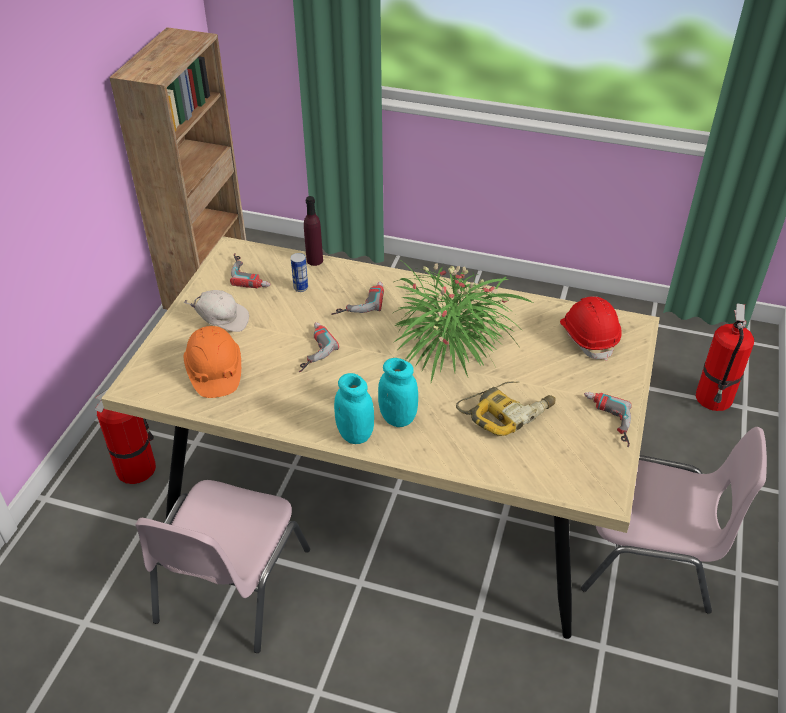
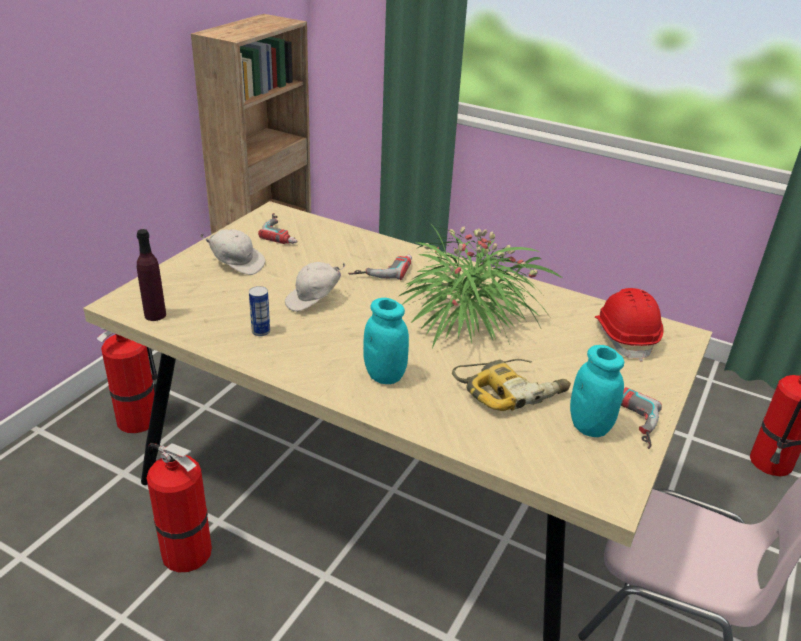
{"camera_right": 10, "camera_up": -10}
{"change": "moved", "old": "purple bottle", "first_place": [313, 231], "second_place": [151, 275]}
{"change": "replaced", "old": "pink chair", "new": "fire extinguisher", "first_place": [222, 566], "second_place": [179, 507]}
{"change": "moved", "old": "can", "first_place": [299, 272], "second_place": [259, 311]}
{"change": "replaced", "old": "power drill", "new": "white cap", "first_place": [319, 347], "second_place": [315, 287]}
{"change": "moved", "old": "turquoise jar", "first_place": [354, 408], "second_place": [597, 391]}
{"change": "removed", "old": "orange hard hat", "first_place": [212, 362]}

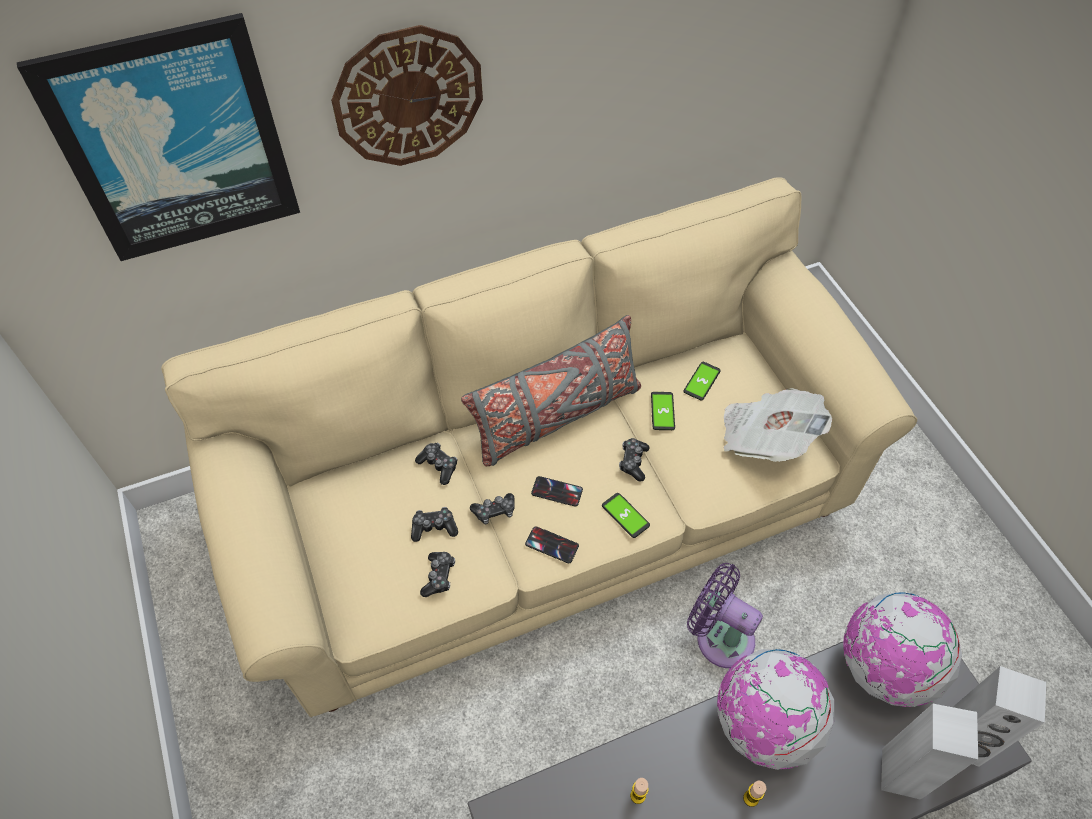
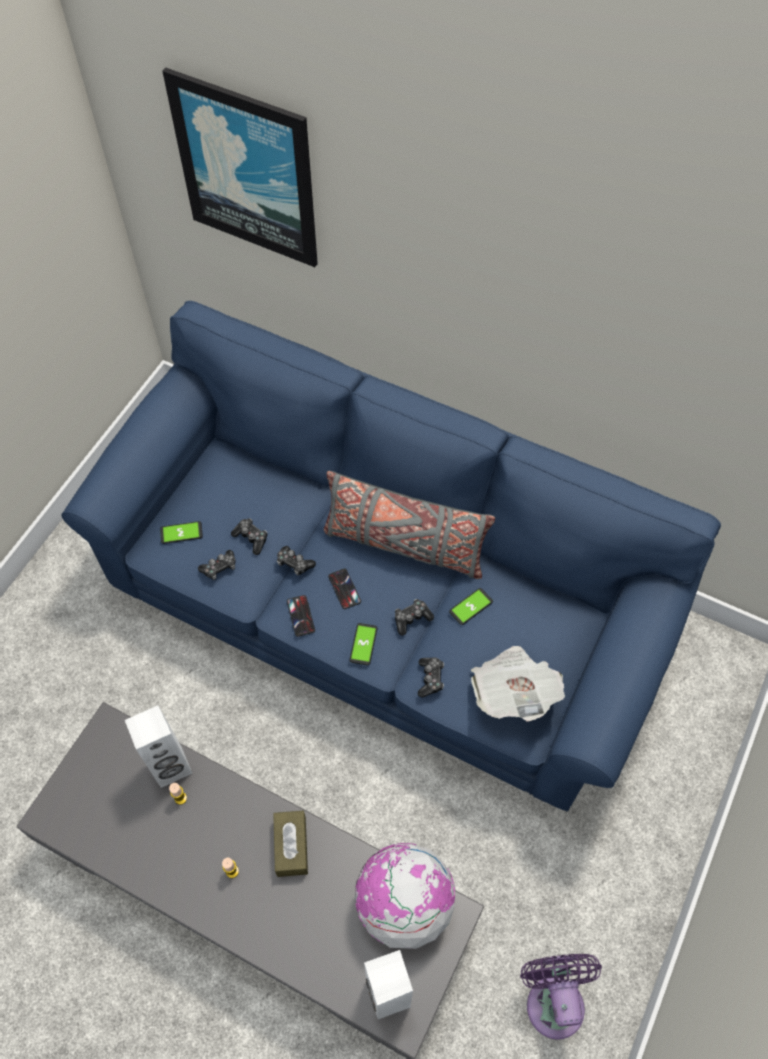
{"camera_right": 50, "camera_up": 5}
{"change": "recoloured", "old": "beige sofa", "new": "blue sofa", "first_place": [539, 447], "second_place": [391, 556]}
{"change": "moved", "old": "white speaker", "first_place": [929, 752], "second_place": [158, 746]}
{"change": "moved", "old": "phone", "first_place": [702, 381], "second_place": [181, 532]}
{"change": "replaced", "old": "globe", "new": "brown tissue box", "first_place": [775, 709], "second_place": [290, 844]}
{"change": "moved", "old": "game controller", "first_place": [436, 464], "second_place": [431, 677]}
{"change": "moved", "old": "purple fan", "first_place": [725, 615], "second_place": [561, 997]}
{"change": "removed", "old": "wall clock", "first_place": [407, 95]}

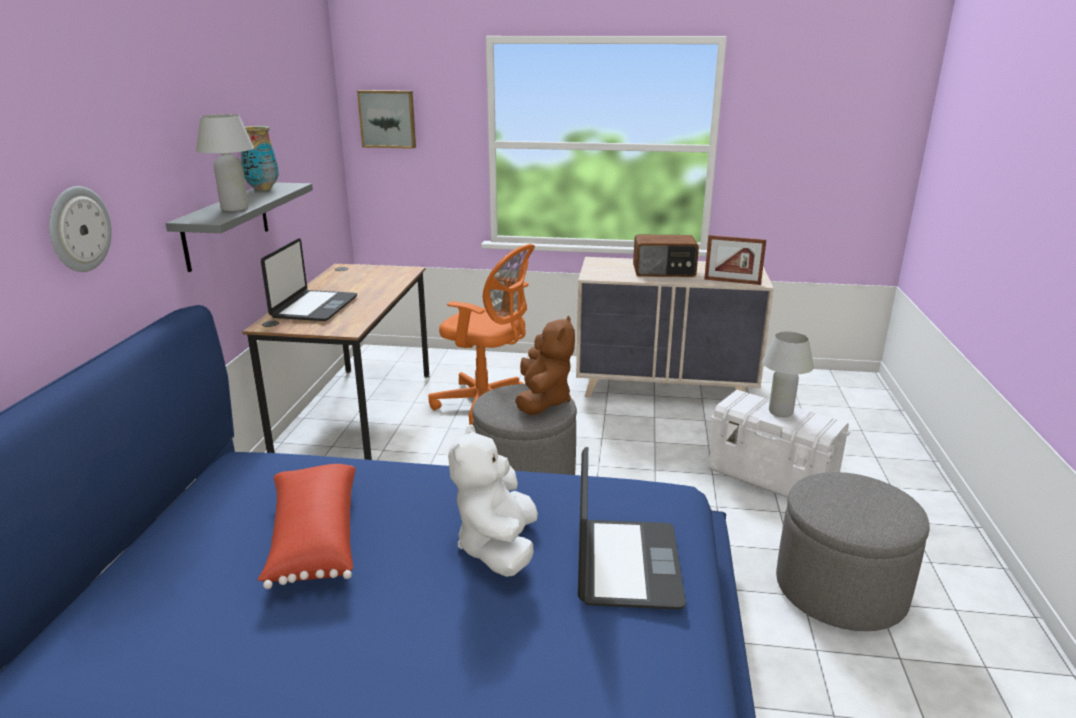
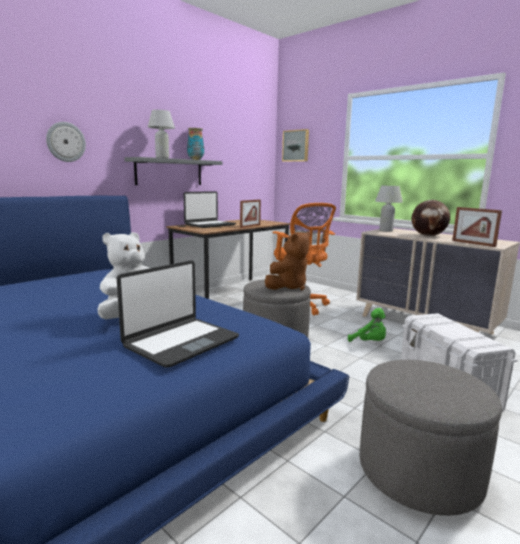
{"camera_right": 35, "camera_up": -10}
{"change": "added", "new": "picture frame", "second_place": [250, 213]}
{"change": "added", "new": "green plush toy", "second_place": [367, 325]}
{"change": "moved", "old": "white table lamp", "first_place": [788, 374], "second_place": [389, 209]}
{"change": "replaced", "old": "radio", "new": "globe", "first_place": [666, 256], "second_place": [431, 218]}
{"change": "removed", "old": "red pillow", "first_place": [307, 526]}

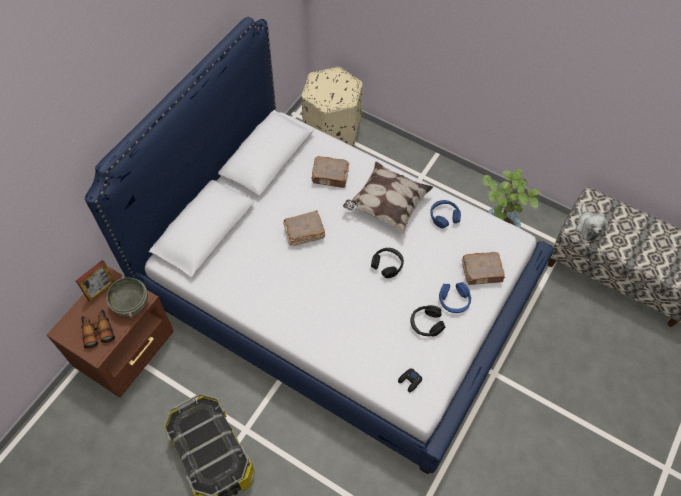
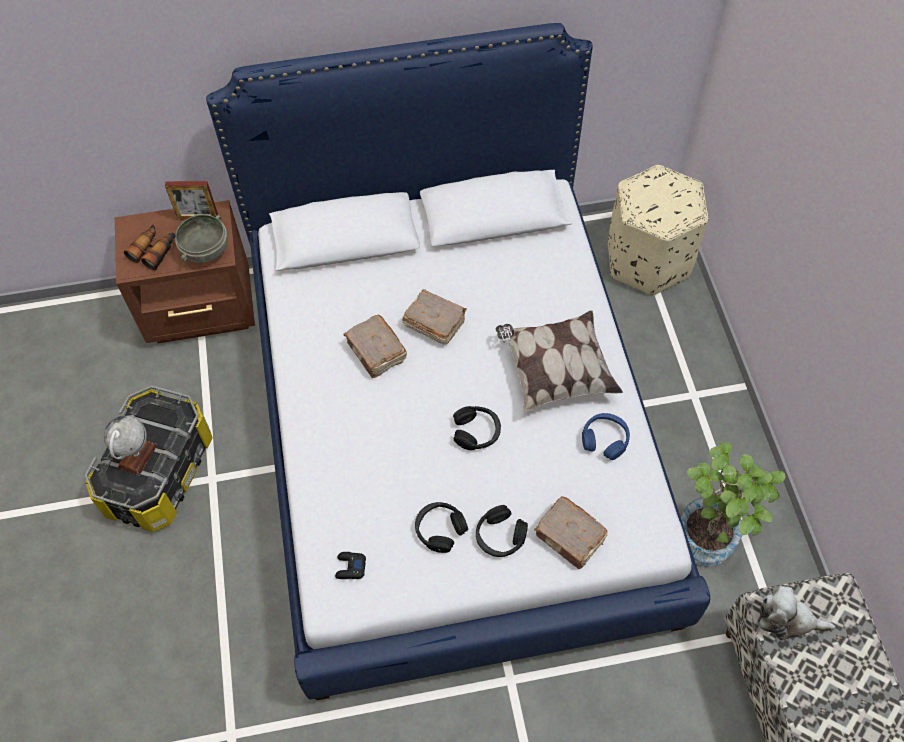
{"camera_right": 50, "camera_up": 0}
{"change": "added", "new": "globe", "second_place": [131, 446]}
{"change": "moved", "old": "brown book", "first_place": [330, 172], "second_place": [375, 346]}
{"change": "recoloured", "old": "blue headphones", "new": "black headphones", "first_place": [455, 297], "second_place": [502, 531]}
{"change": "turned", "old": "plush toy", "first_place": [592, 222], "second_place": [797, 613], "degrees": 60}

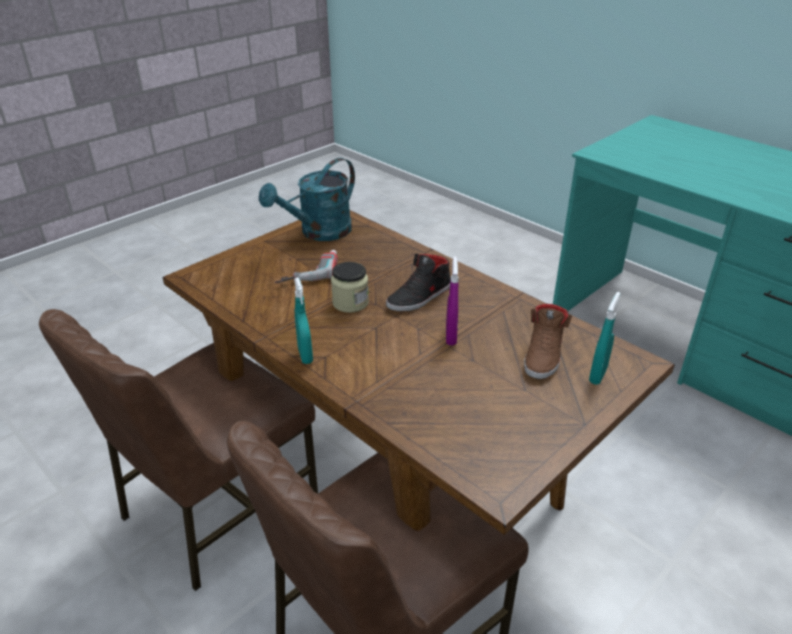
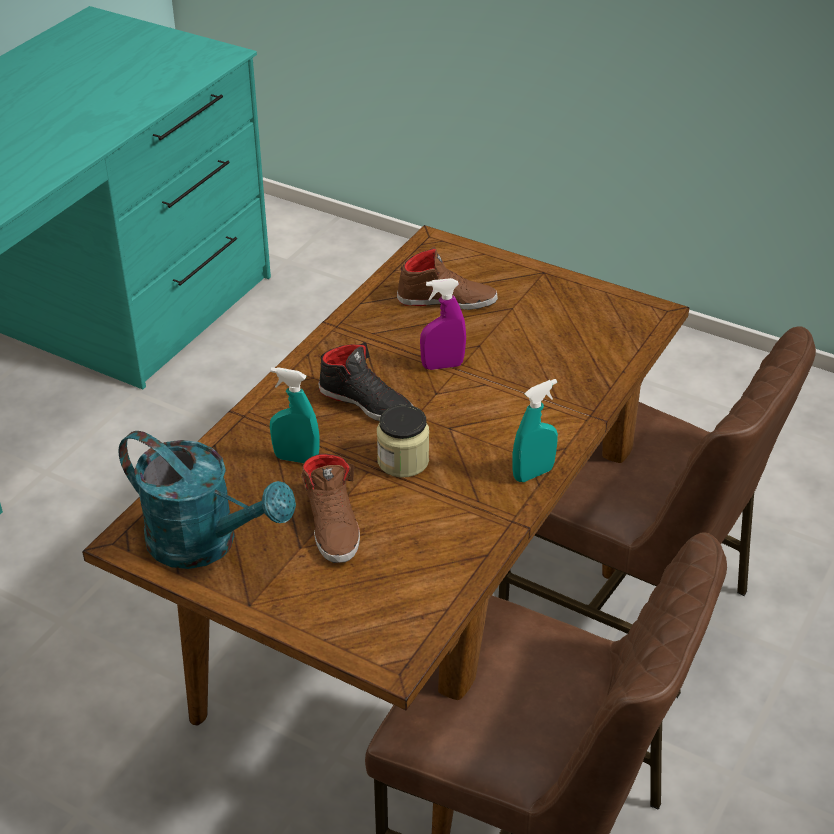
{"camera_right": -105, "camera_up": 5}
{"change": "moved", "old": "turquoise spray bottle", "first_place": [604, 338], "second_place": [295, 415]}
{"change": "replaced", "old": "power drill", "new": "brown shoe", "first_place": [306, 266], "second_place": [330, 508]}

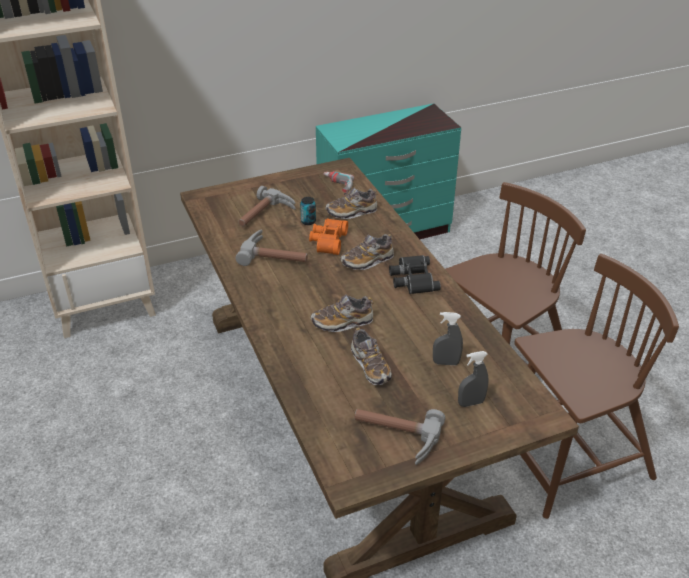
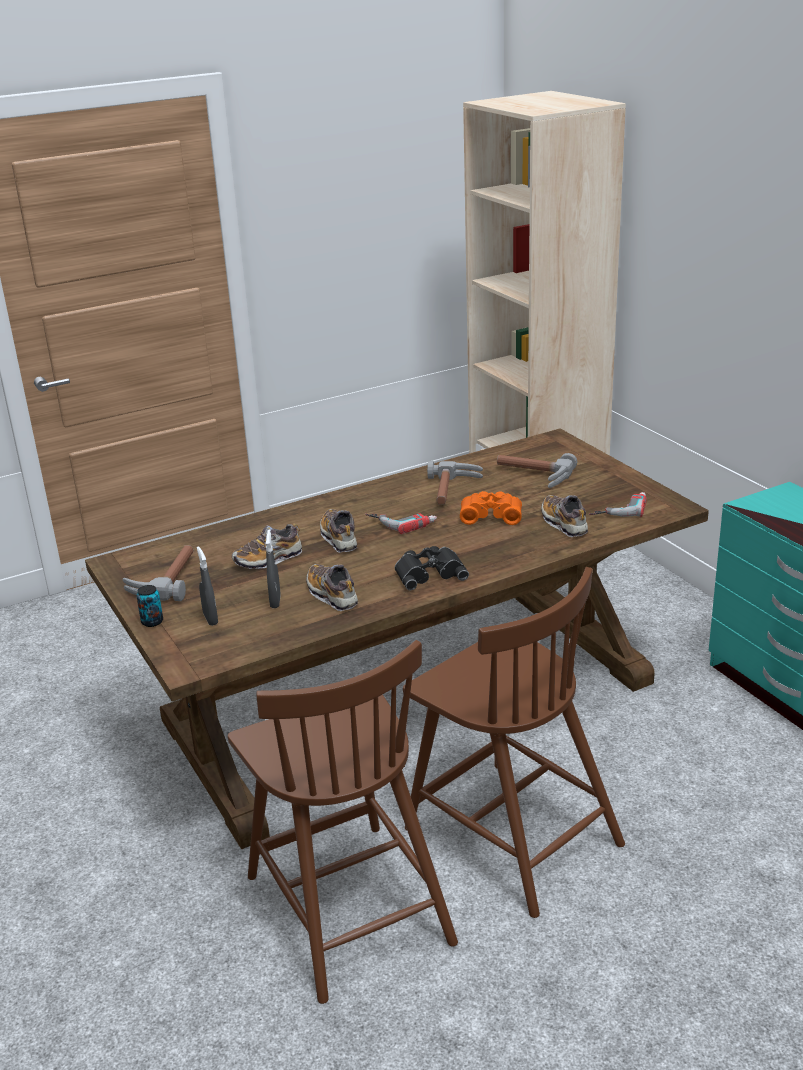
{"camera_right": 85, "camera_up": -10}
{"change": "moved", "old": "can", "first_place": [308, 211], "second_place": [149, 606]}
{"change": "moved", "old": "shoe", "first_place": [367, 252], "second_place": [332, 587]}
{"change": "added", "new": "power drill", "second_place": [401, 523]}

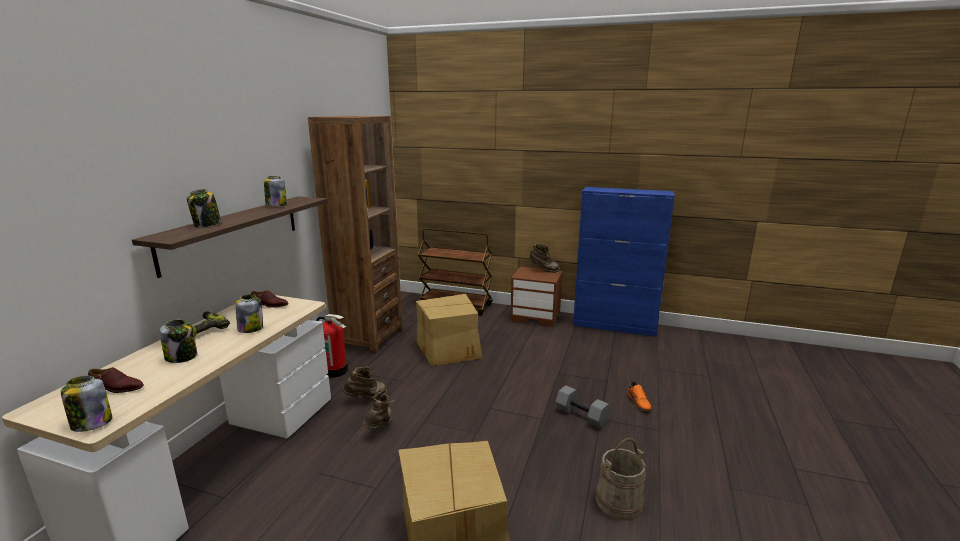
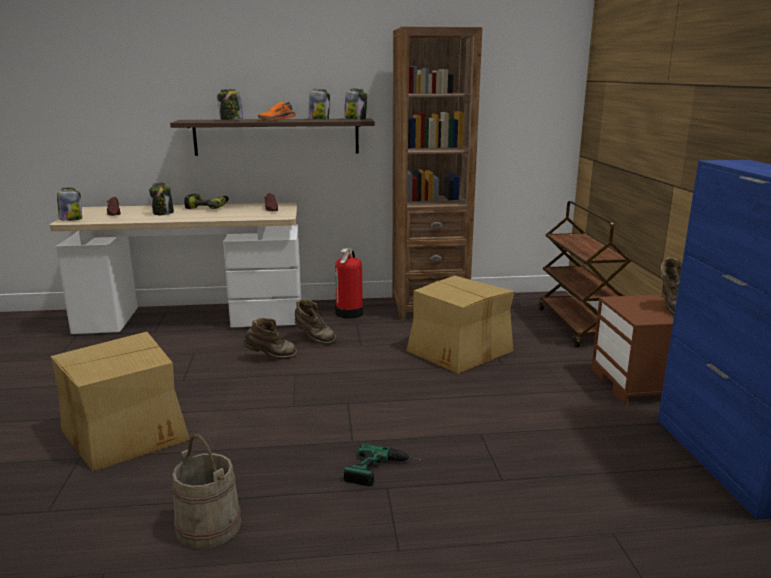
{"camera_right": 65, "camera_up": 0}
{"change": "moved", "old": "orange shoe", "first_place": [639, 396], "second_place": [277, 110]}
{"change": "moved", "old": "jar", "first_place": [249, 313], "second_place": [355, 104]}
{"change": "replaced", "old": "grey dumbbell", "new": "power drill", "first_place": [582, 407], "second_place": [382, 465]}

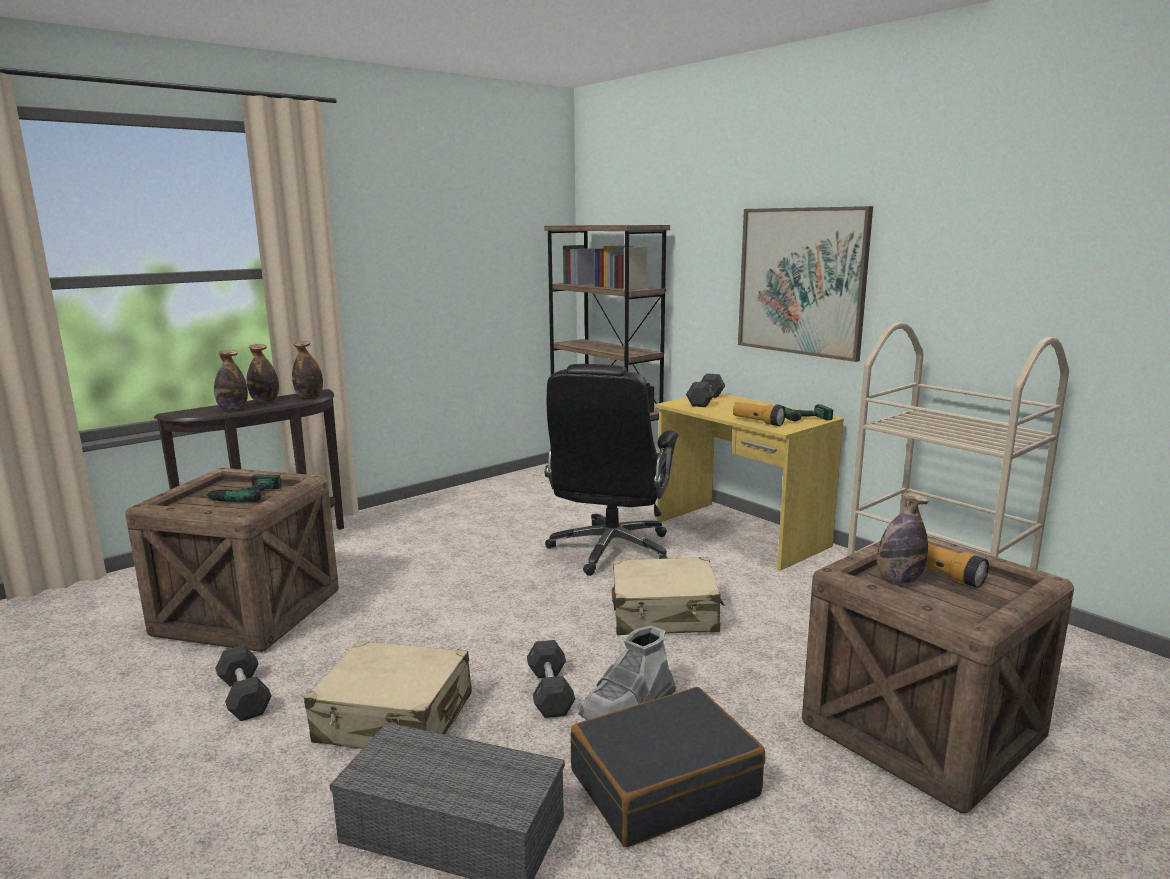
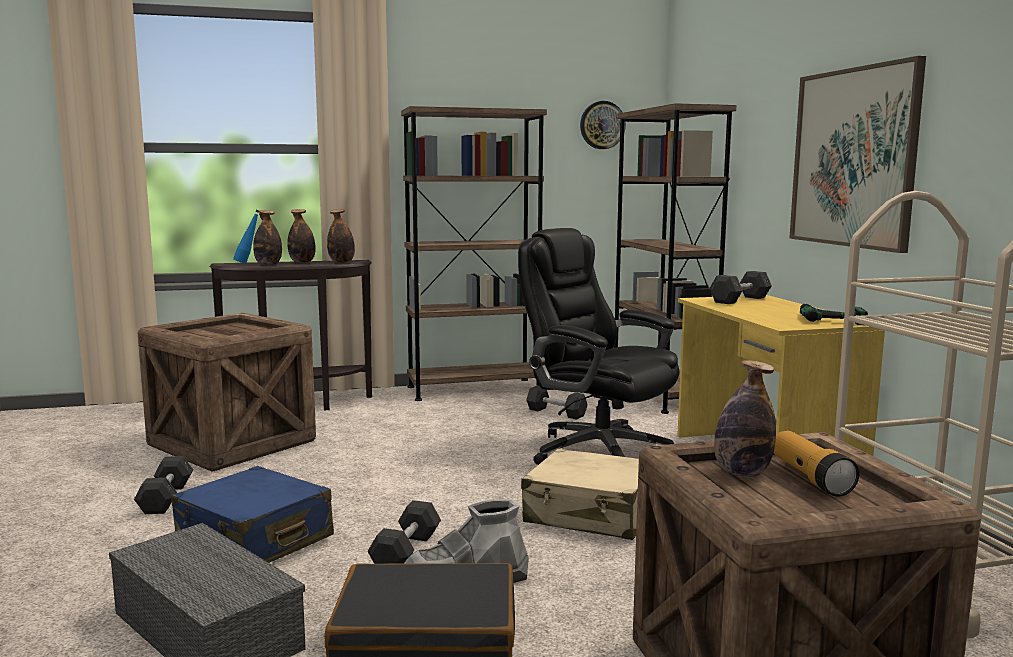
{"camera_right": 25, "camera_up": -5}
{"change": "recoloured", "old": "beige suitcase", "new": "blue suitcase", "first_place": [388, 695], "second_place": [252, 514]}
{"change": "added", "new": "blue bottle", "second_place": [246, 237]}
{"change": "added", "new": "brown bookcase", "second_place": [474, 253]}
{"change": "turned", "old": "black office chair", "first_place": [611, 470], "second_place": [598, 346], "degrees": 90}
{"change": "added", "new": "grey dumbbell", "second_place": [557, 402]}
{"change": "added", "new": "wall clock", "second_place": [603, 125]}
{"change": "removed", "old": "power drill", "first_place": [238, 488]}
{"change": "removed", "old": "flashlight", "first_place": [759, 414]}

